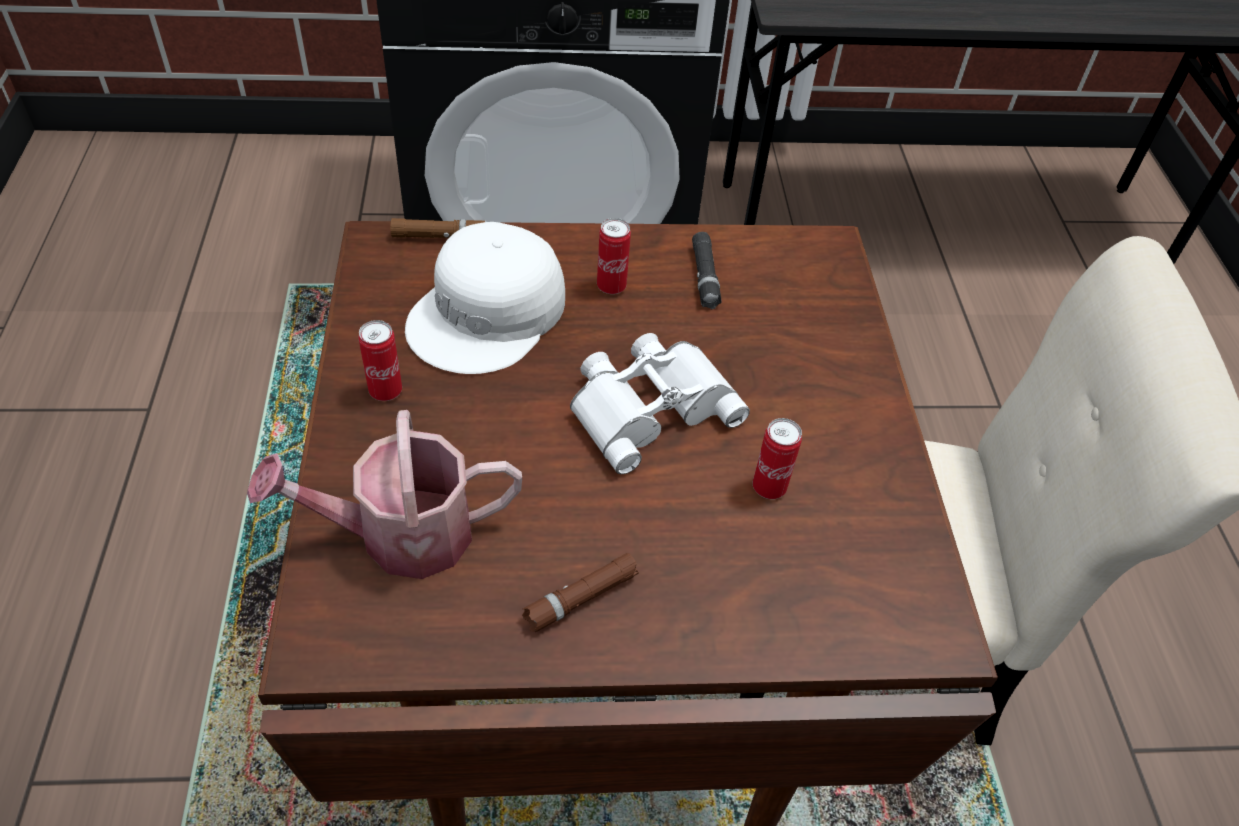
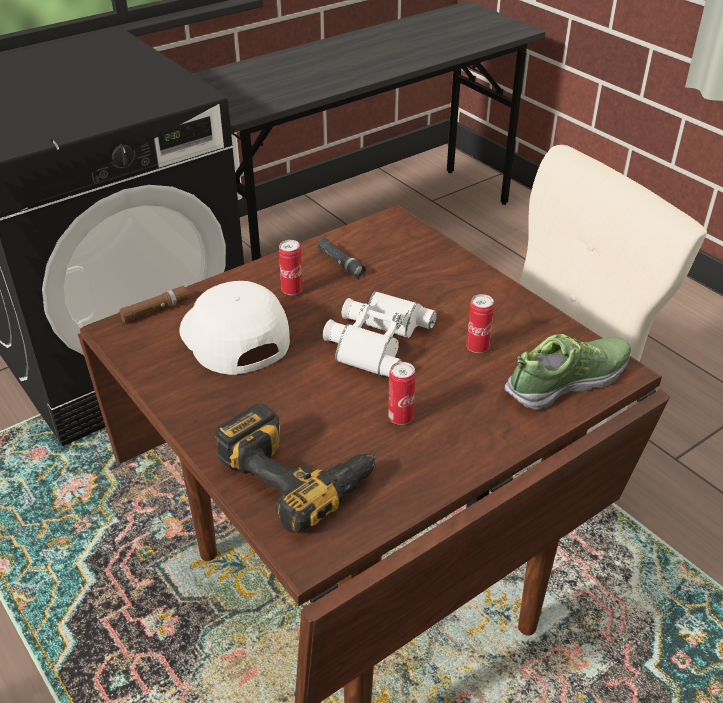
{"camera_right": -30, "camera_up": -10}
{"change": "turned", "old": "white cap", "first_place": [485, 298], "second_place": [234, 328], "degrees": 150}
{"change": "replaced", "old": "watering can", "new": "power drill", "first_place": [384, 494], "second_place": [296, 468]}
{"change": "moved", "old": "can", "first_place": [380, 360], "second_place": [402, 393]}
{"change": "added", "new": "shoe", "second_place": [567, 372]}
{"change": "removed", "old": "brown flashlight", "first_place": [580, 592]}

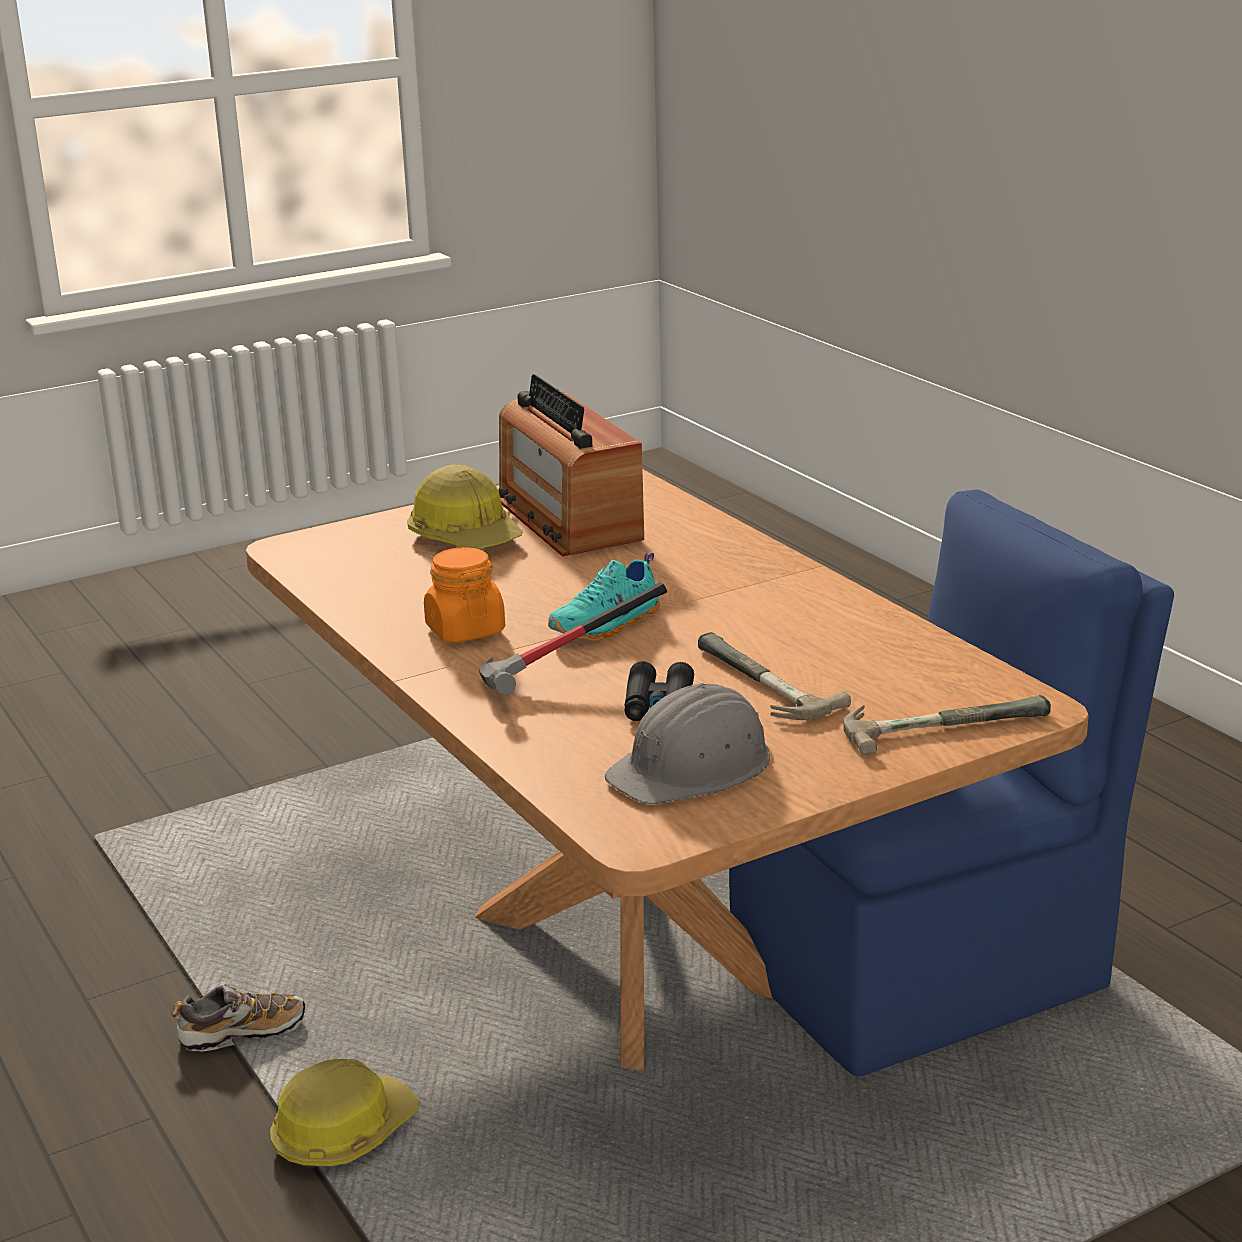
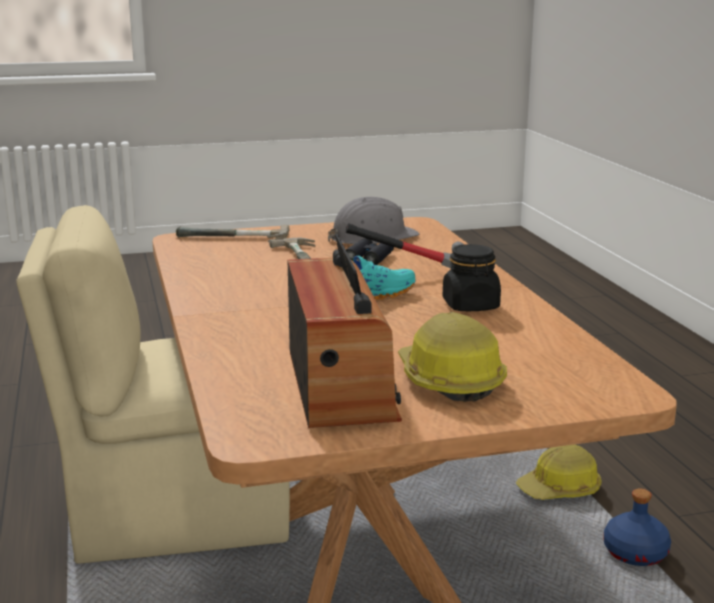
{"camera_right": -165, "camera_up": -5}
{"change": "recoloured", "old": "blue chair", "new": "beige chair", "first_place": [951, 783], "second_place": [153, 384]}
{"change": "recoloured", "old": "orange jar", "new": "black jar", "first_place": [464, 595], "second_place": [471, 277]}
{"change": "replaced", "old": "shoe", "new": "blue bottle", "first_place": [238, 1018], "second_place": [637, 527]}

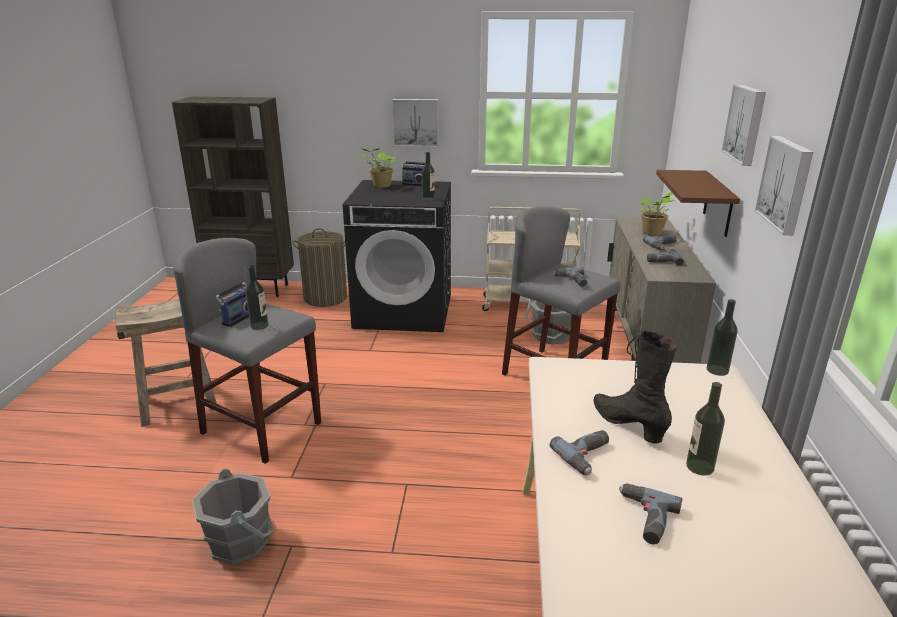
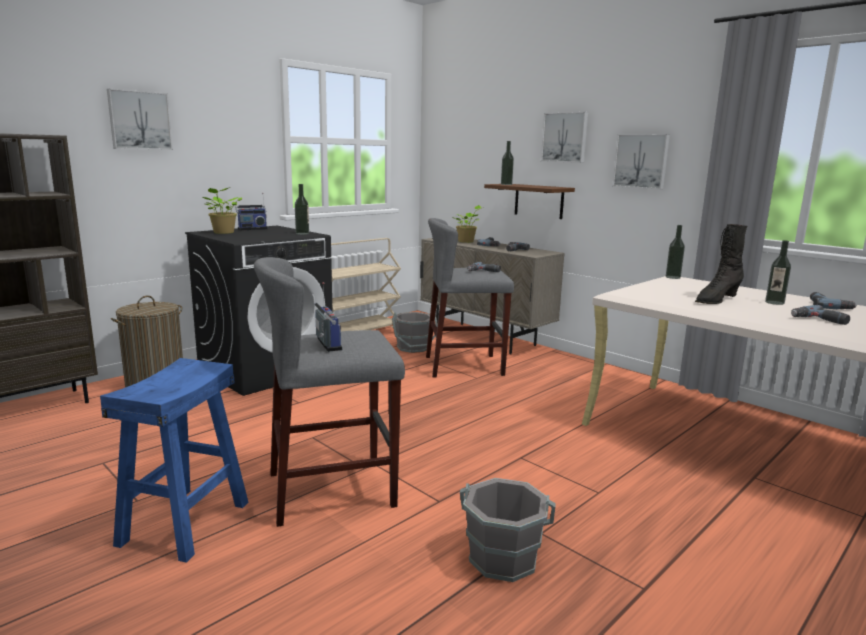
{"camera_right": -50, "camera_up": -10}
{"change": "recoloured", "old": "beige stool", "new": "blue stool", "first_place": [166, 363], "second_place": [174, 460]}
{"change": "moved", "old": "picture", "first_place": [415, 123], "second_place": [140, 119]}
{"change": "moved", "old": "bottle", "first_place": [256, 297], "second_place": [507, 163]}
{"change": "turned", "old": "black boot", "first_place": [635, 387], "second_place": [721, 264], "degrees": -45}
{"change": "moved", "old": "power drill", "first_place": [579, 452], "second_place": [833, 300]}

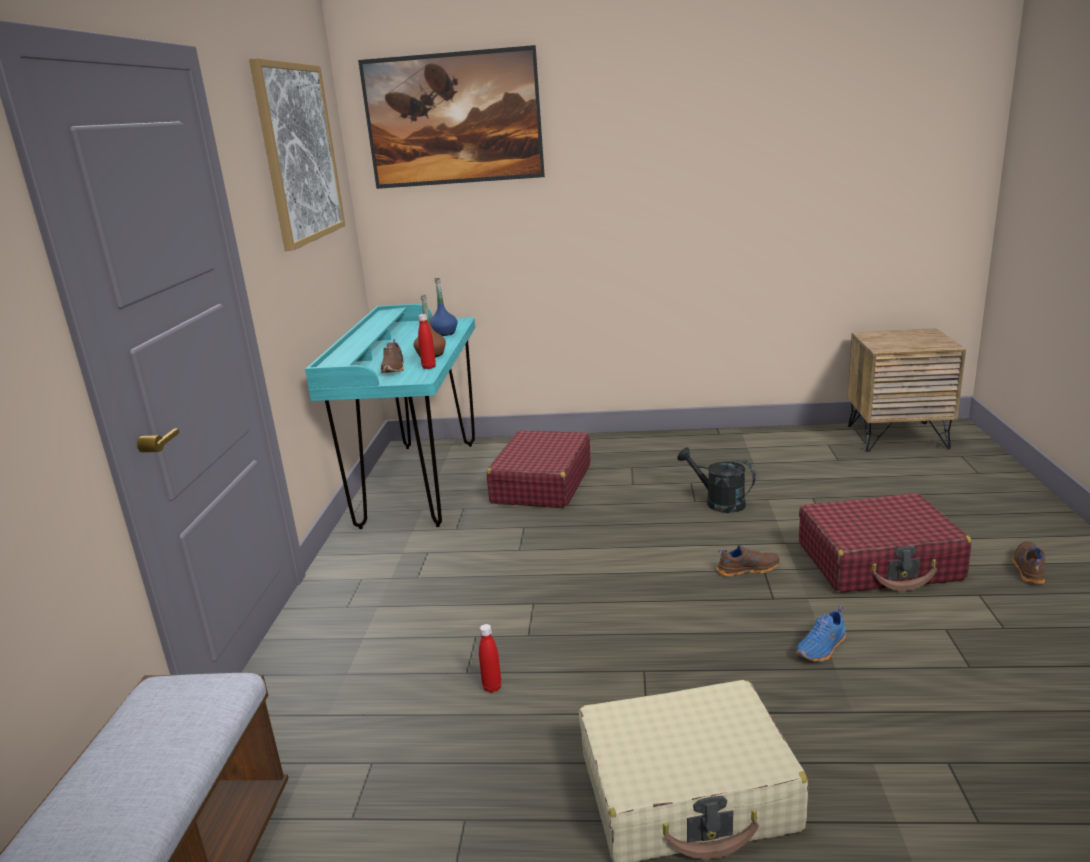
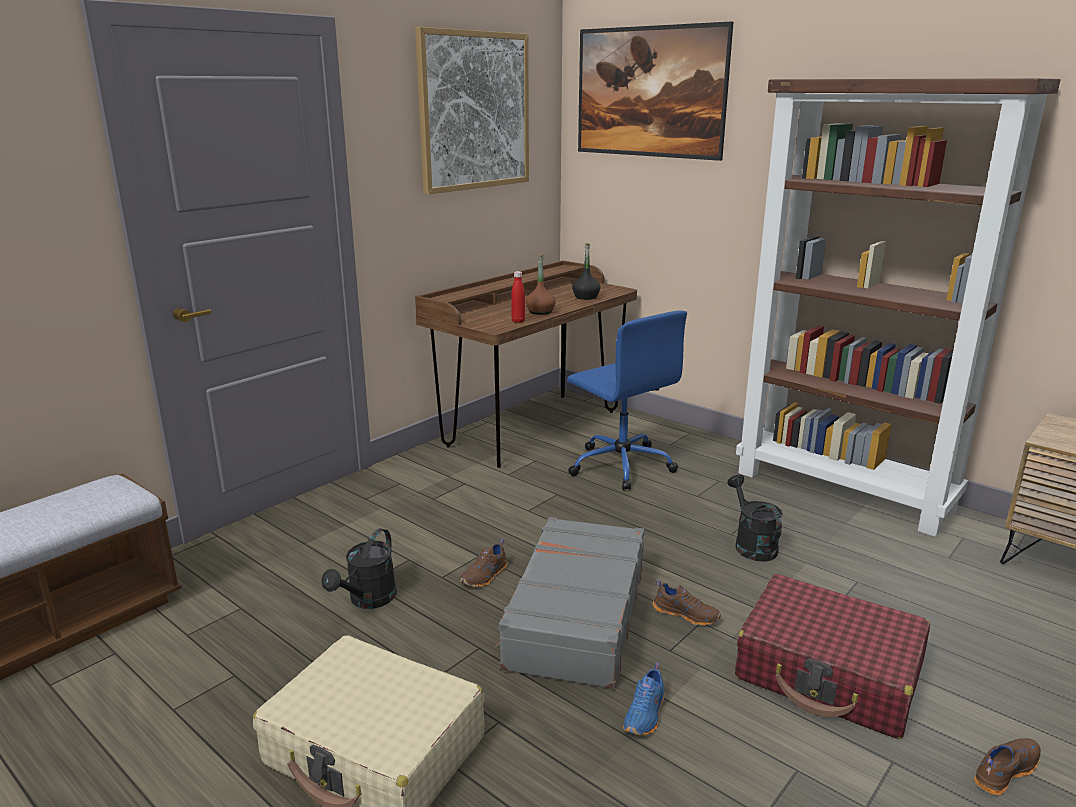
{"camera_right": 35, "camera_up": 0}
{"change": "replaced", "old": "red bottle", "new": "black watering can", "first_place": [490, 658], "second_place": [359, 568]}
{"change": "recoloured", "old": "turquoise desk", "new": "brown desk", "first_place": [390, 416], "second_place": [526, 364]}
{"change": "moved", "old": "brown shoe", "first_place": [392, 356], "second_place": [483, 563]}
{"change": "added", "new": "grey suitcase", "second_place": [569, 603]}
{"change": "replaced", "old": "red suitcase", "new": "blue office chair", "first_place": [539, 469], "second_place": [627, 401]}
{"change": "recoloured", "old": "blue bottle", "new": "black bottle", "first_place": [444, 307], "second_place": [586, 271]}
{"change": "turned", "old": "blue shoe", "first_place": [821, 634], "second_place": [643, 699], "degrees": -60}
{"change": "added", "new": "brown bookcase", "second_place": [898, 307]}

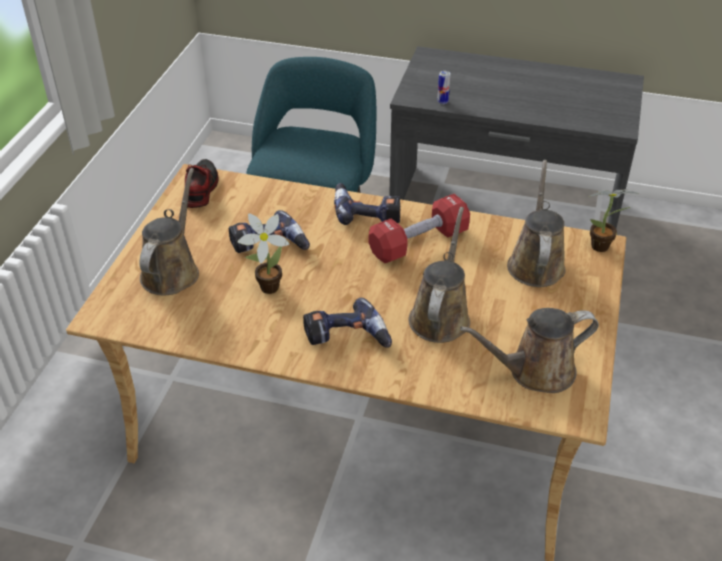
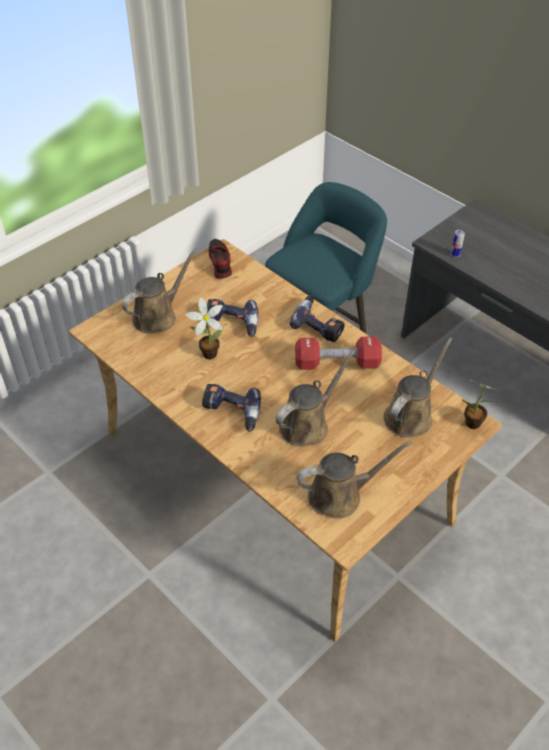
{"camera_right": 30, "camera_up": 5}
{"change": "turned", "old": "shoe", "first_place": [202, 183], "second_place": [220, 259], "degrees": -45}
{"change": "turned", "old": "brown watering can", "first_place": [529, 350], "second_place": [354, 480], "degrees": 150}

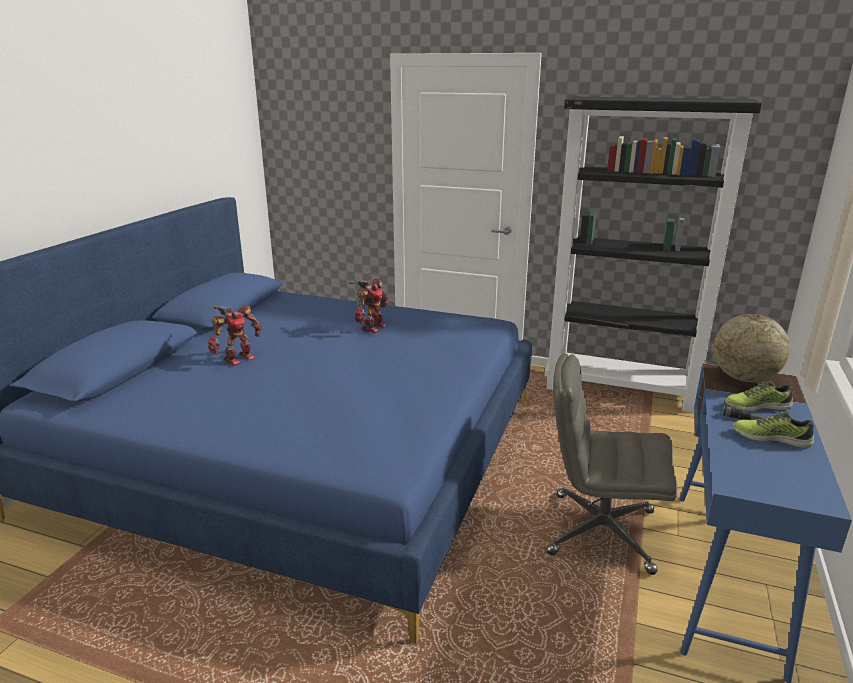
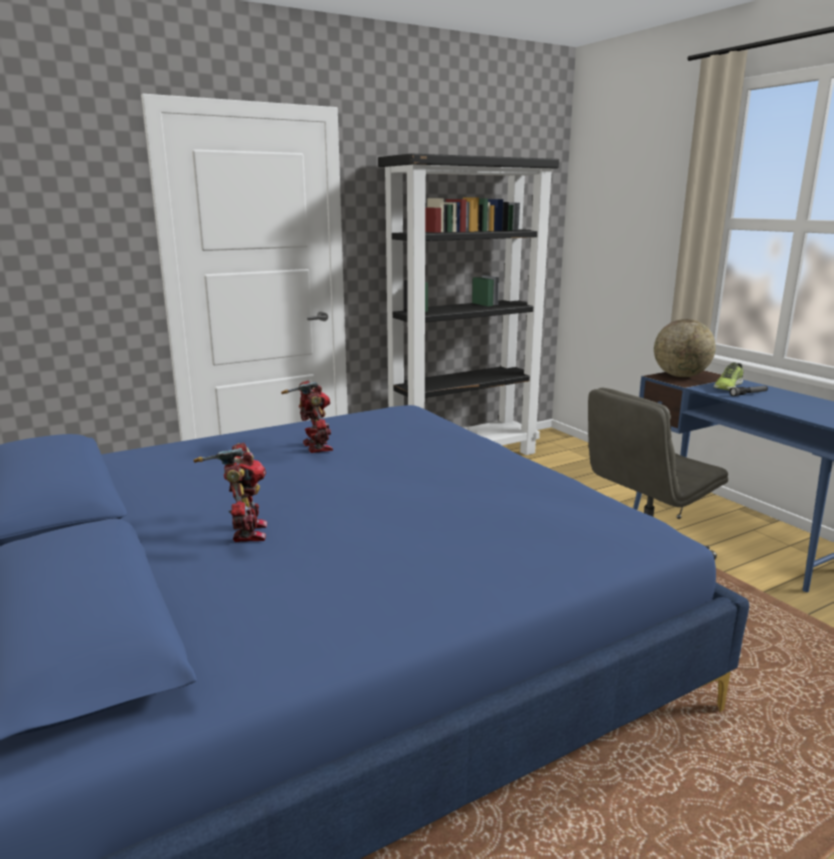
{"camera_right": -50, "camera_up": -5}
{"change": "removed", "old": "shoe", "first_place": [773, 430]}

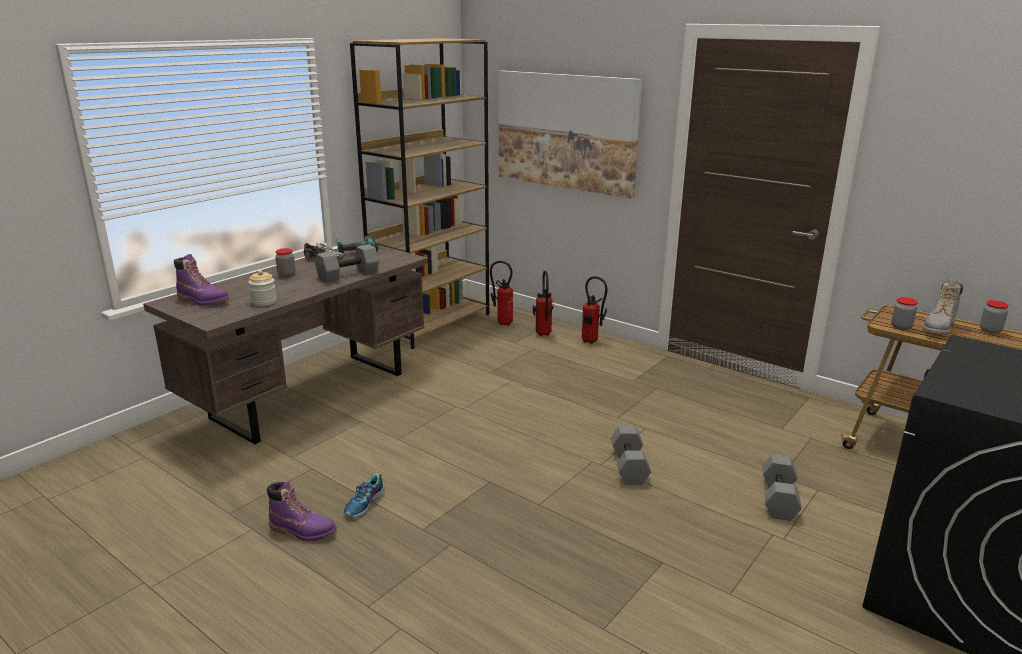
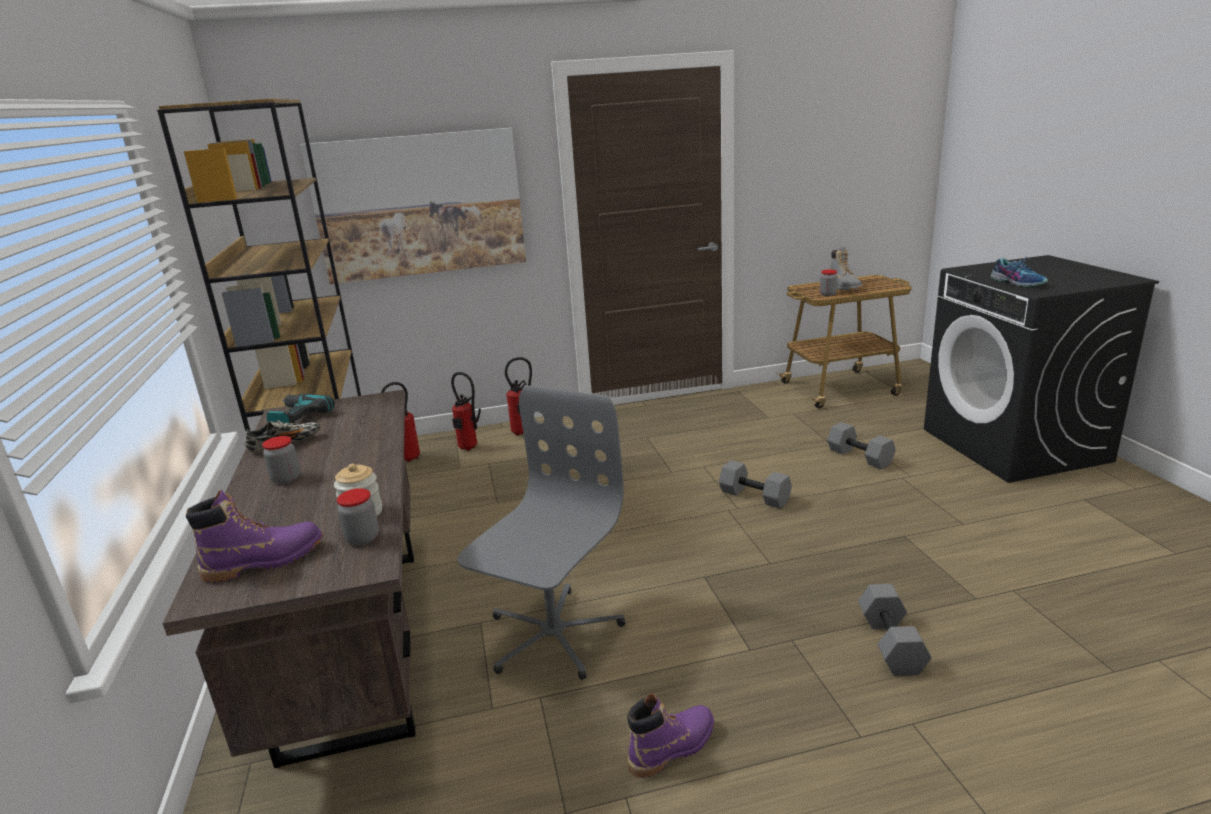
{"camera_right": -50, "camera_up": 0}
{"change": "moved", "old": "jar", "first_place": [994, 316], "second_place": [358, 517]}
{"change": "added", "new": "grey office chair", "second_place": [541, 532]}
{"change": "moved", "old": "grey dumbbell", "first_place": [347, 263], "second_place": [895, 630]}
{"change": "moved", "old": "shoe", "first_place": [364, 495], "second_place": [1019, 272]}

